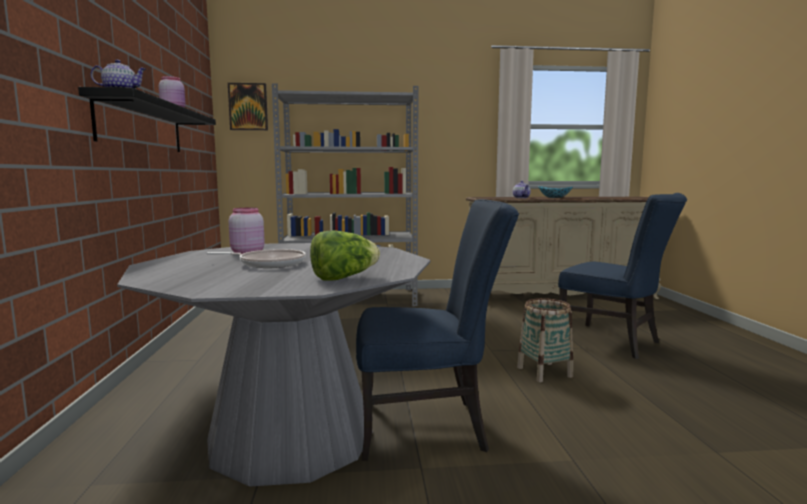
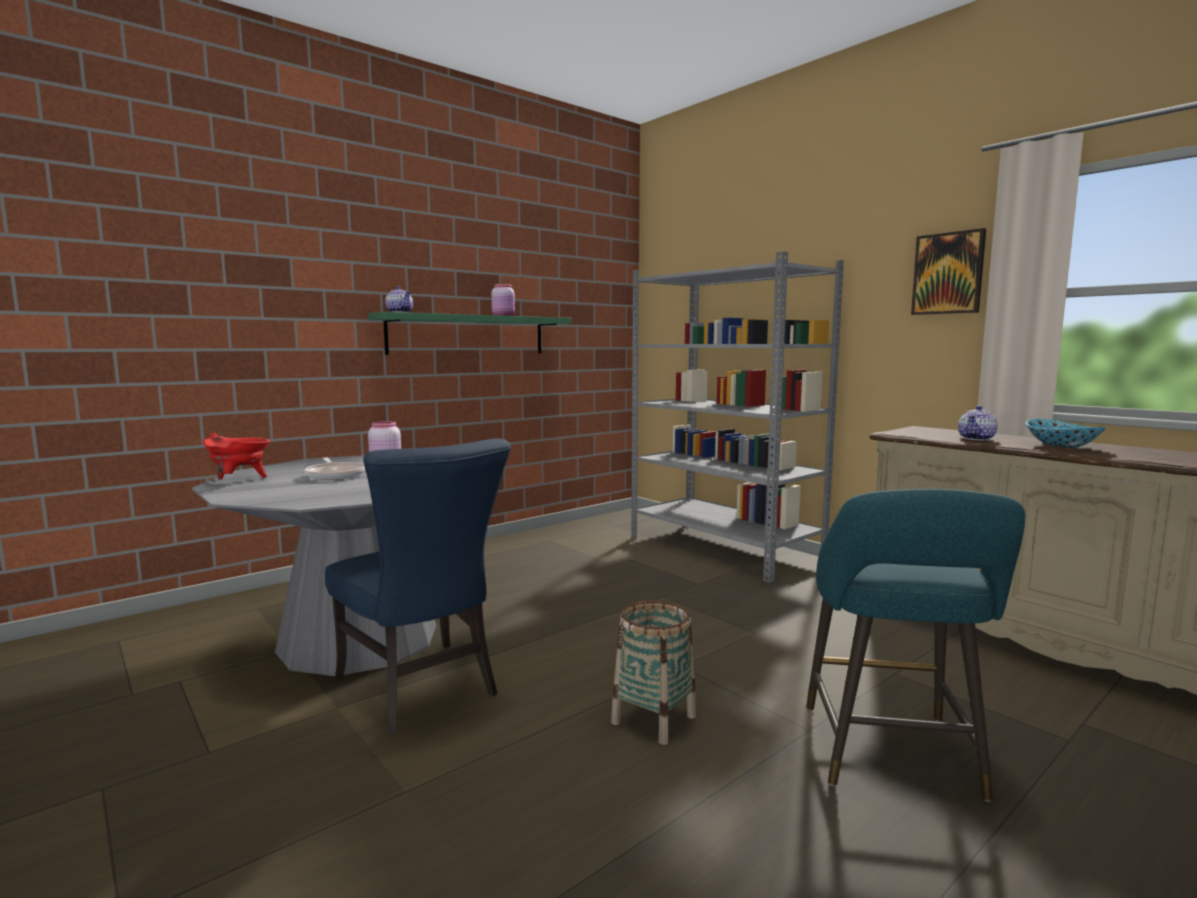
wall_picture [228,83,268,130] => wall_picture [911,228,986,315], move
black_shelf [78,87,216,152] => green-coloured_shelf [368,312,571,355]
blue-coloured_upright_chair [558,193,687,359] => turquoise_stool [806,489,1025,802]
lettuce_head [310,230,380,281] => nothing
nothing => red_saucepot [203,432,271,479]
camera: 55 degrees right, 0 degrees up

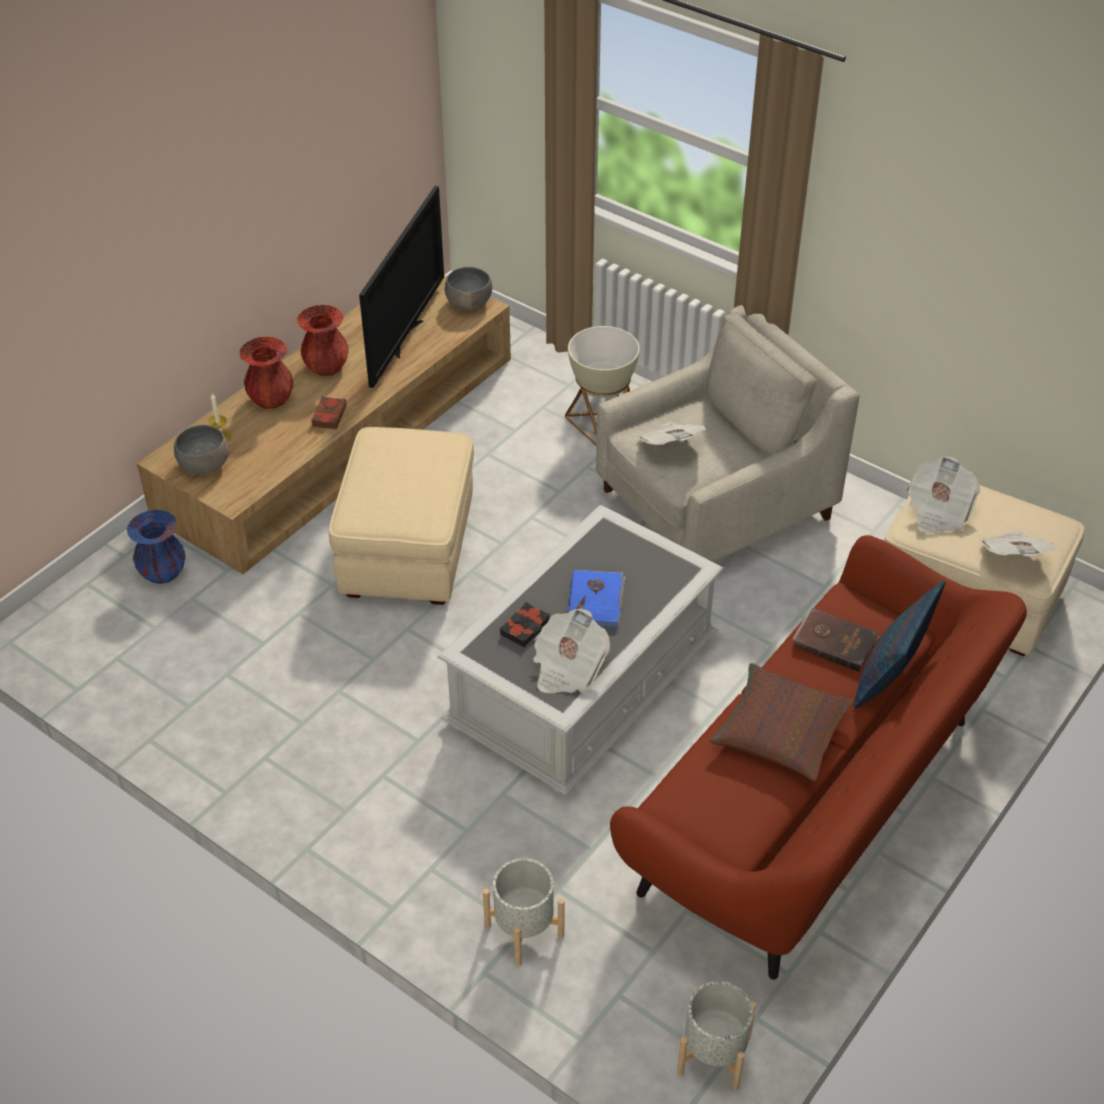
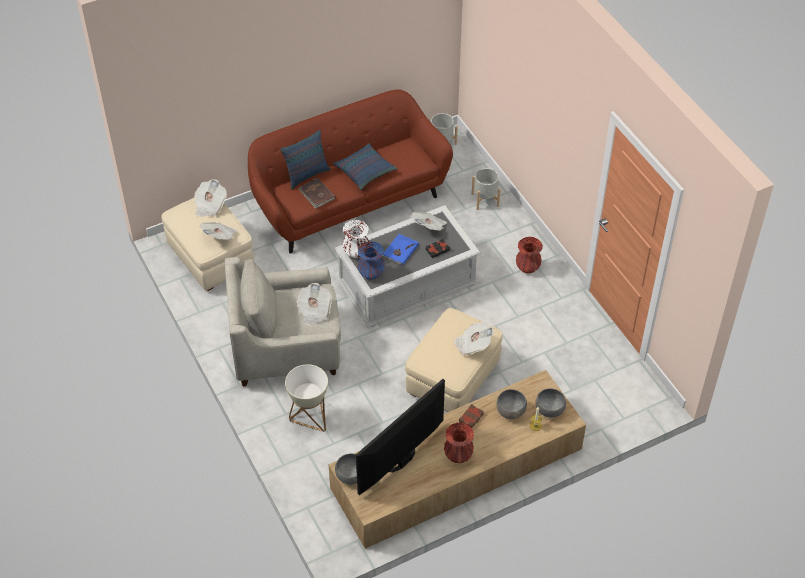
red_decorative_vase [240,336,293,409] => red_decorative_vase [516,237,543,273], move
blue-coloured_decorative_vase [127,510,186,584] => blue-coloured_decorative_vase [358,241,385,280], move
brown_throw_pillow [710,663,854,781] => blue-coloured_throw_pillow [333,143,398,190]
nothing => white-coloured_decorative_vase [343,220,369,258]
nothing => newspaper [454,322,494,356]
nothing => greyish_bowl [497,389,527,419]
camera: 155 degrees left, 5 degrees up

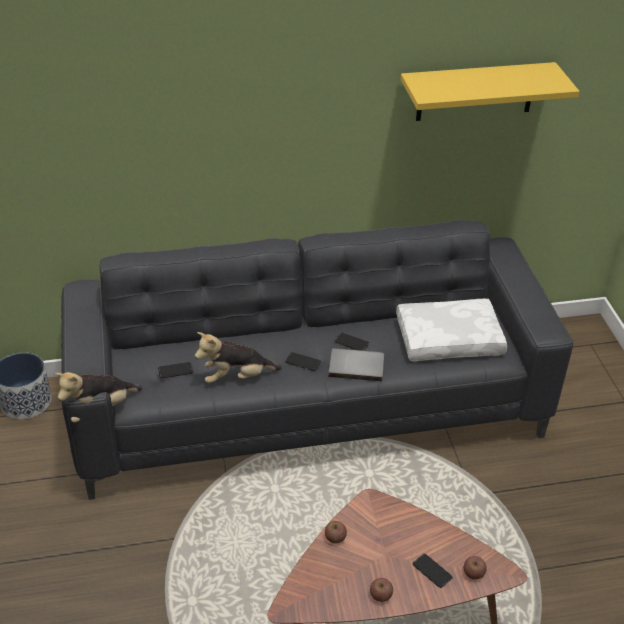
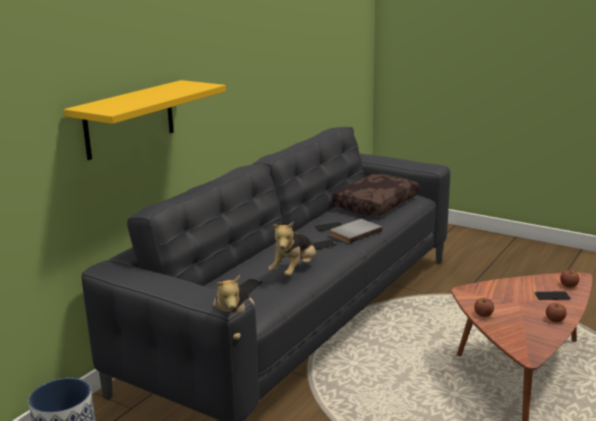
yellow-coloured_shelf [400,62,580,121] => yellow-coloured_shelf [64,80,226,160], move
white-coloured_throw_pillow [396,299,507,361] => brown_throw_pillow [332,174,419,216]
camera: 45 degrees left, 20 degrees down

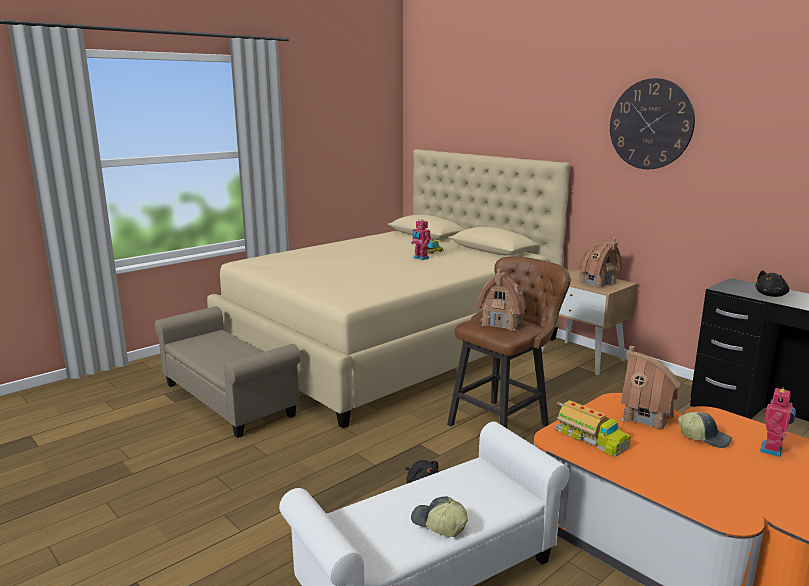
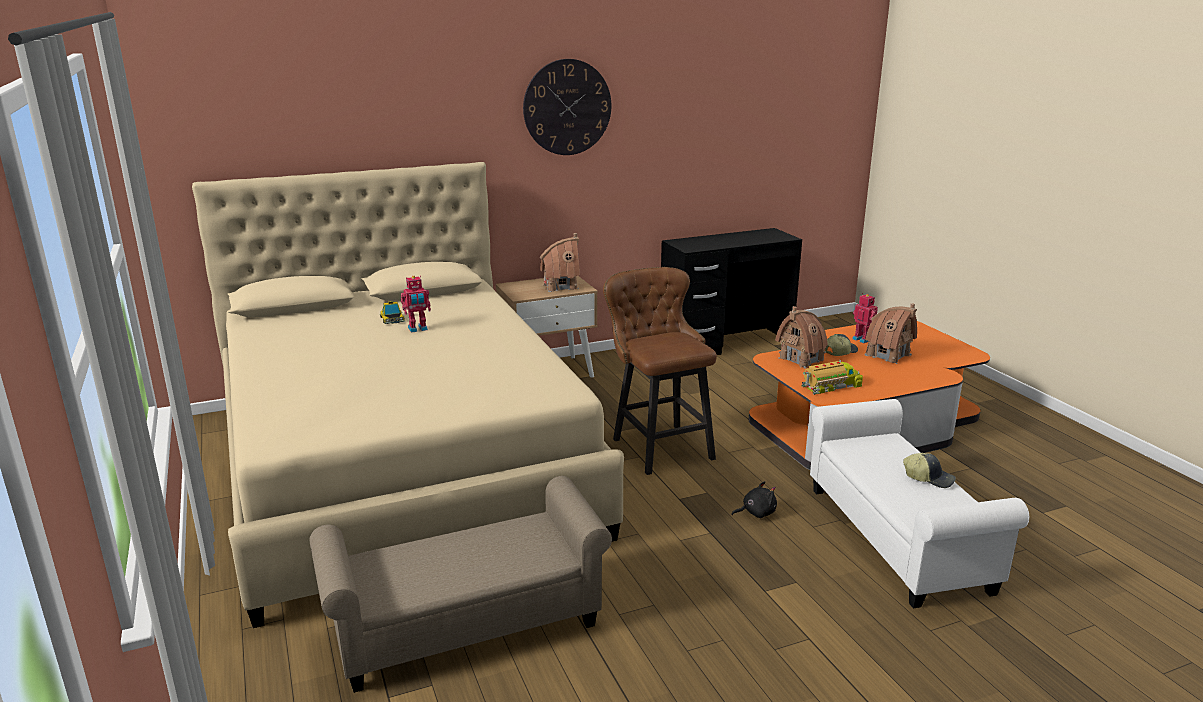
miniature_house [476,269,526,331] => miniature_house [864,304,917,364], move
black_plush_toy [755,270,789,297] => nothing
cap [411,497,468,537] => cap [903,453,956,488], 120 degrees counterclockwise
camera: 70 degrees left, 5 degrees up

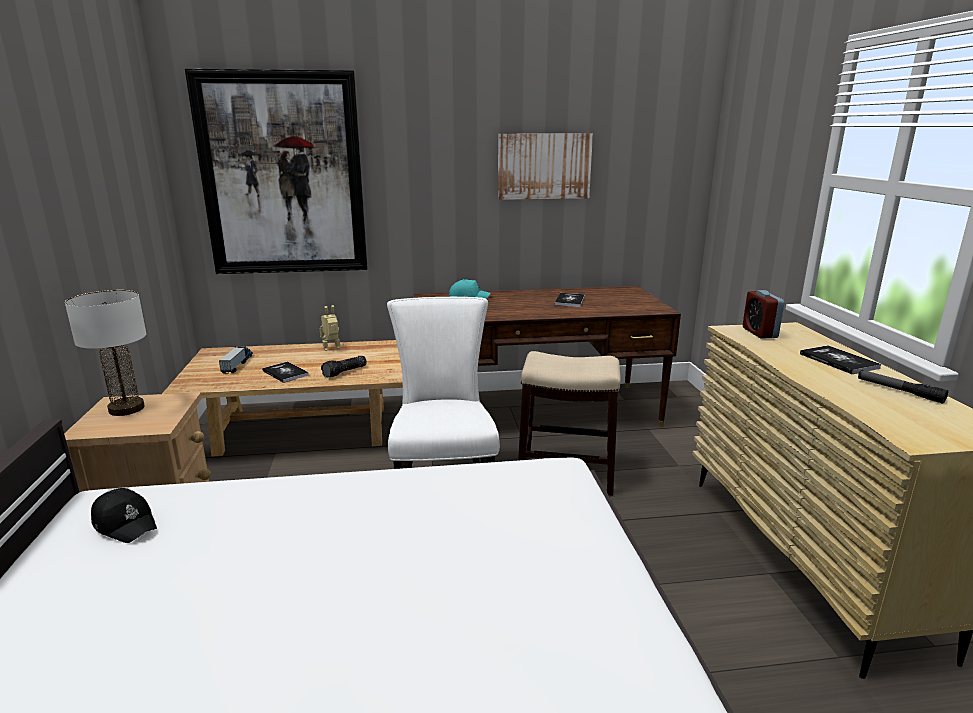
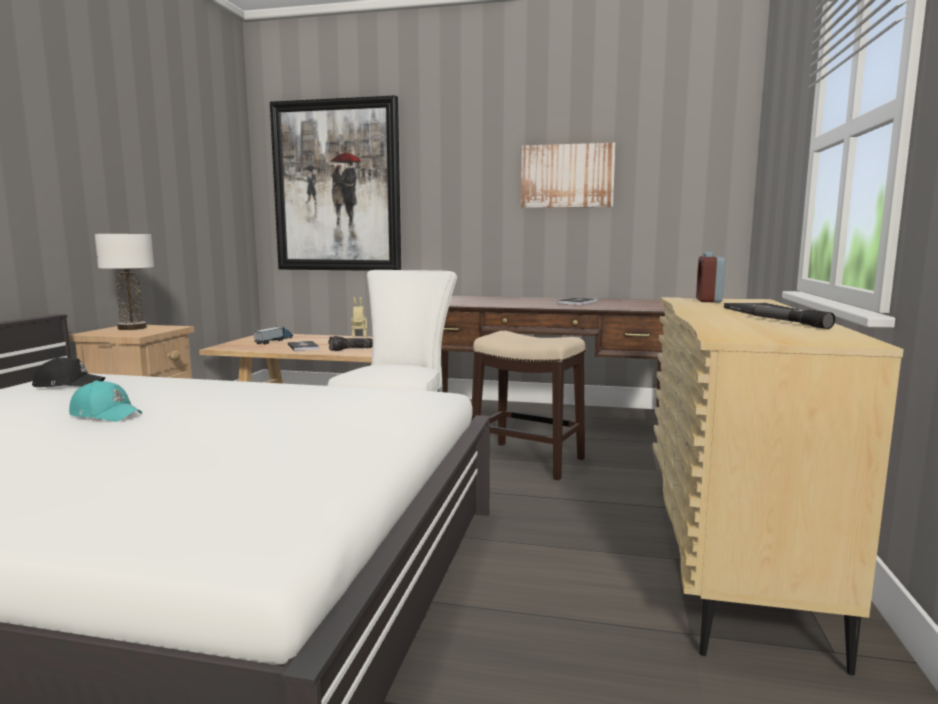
turquoise_cap [448,279,490,299] => turquoise_cap [69,380,142,422], move
black_cap [91,488,157,543] => black_cap [32,357,105,387], 60 degrees counterclockwise
camera: 20 degrees right, 10 degrees down

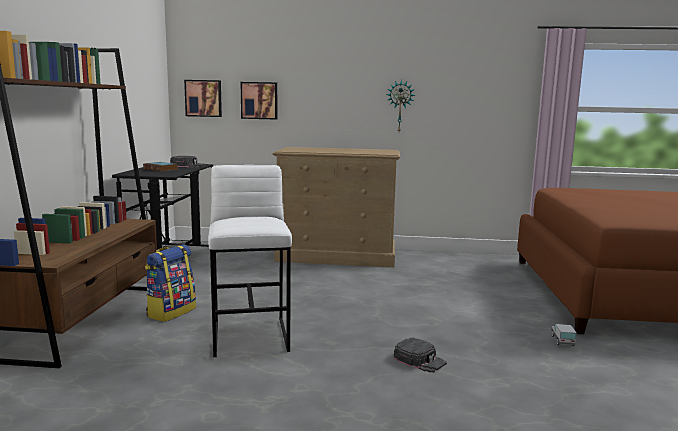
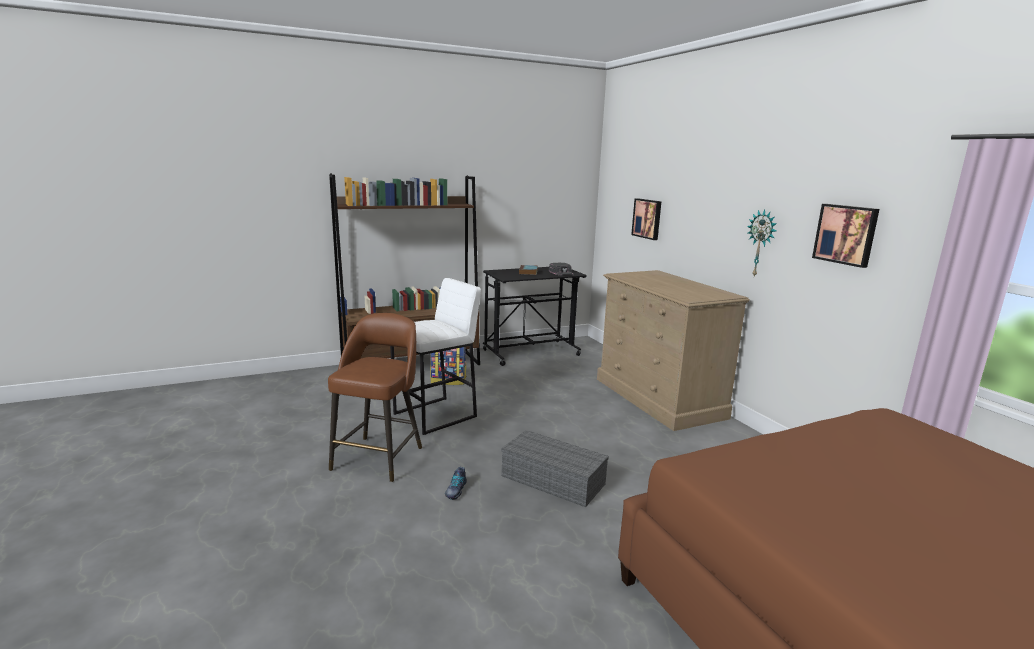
wall_picture [184,80,222,117] => wall_picture [812,204,879,268], move
toy_lorry [552,324,577,346] => nothing
black_cap [394,338,447,373] => item_of_footwear [445,467,467,500]
nothing => brown_stool [328,313,422,482]
nothing => greyish_storage_bin [501,430,609,507]
camera: 60 degrees right, 5 degrees up

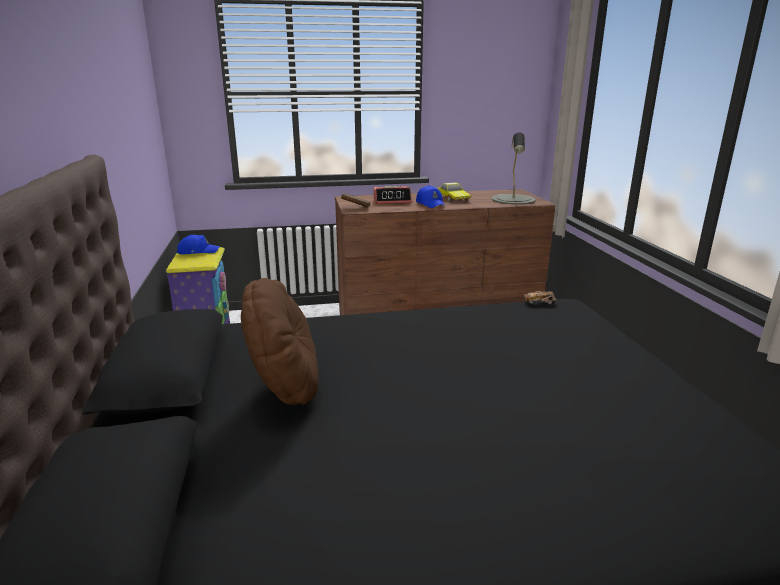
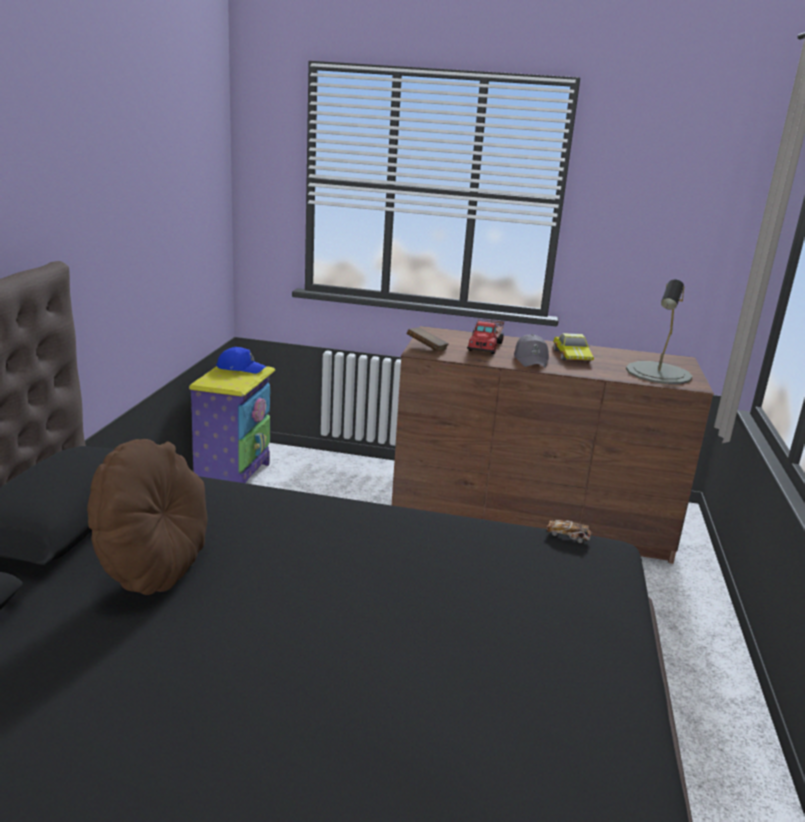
blue-coloured_cap [416,185,445,208] => greyish_cap [514,334,549,368]
bedside_clock [373,186,412,204] => toy_lorry [467,319,504,354]
camera: 20 degrees right, 0 degrees up

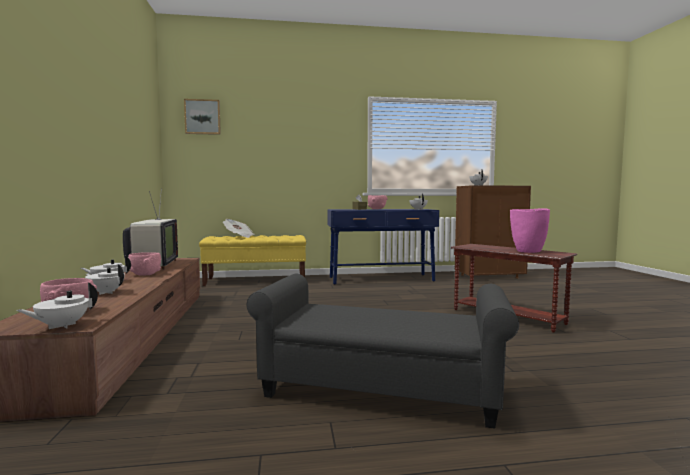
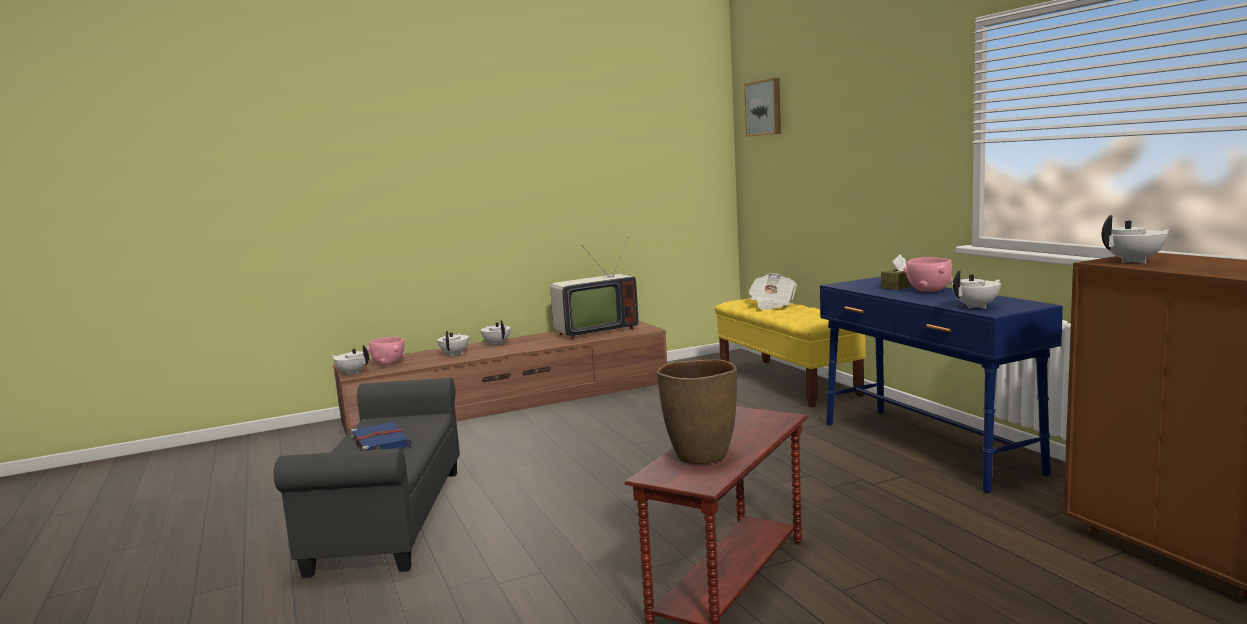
pink_decorative_vase [510,208,550,253] => brown_decorative_vase [657,359,737,465]
pink_bowl [128,252,161,276] => nothing
nothing => blue-coloured_bound_book [351,422,411,451]
camera: 75 degrees right, 5 degrees up

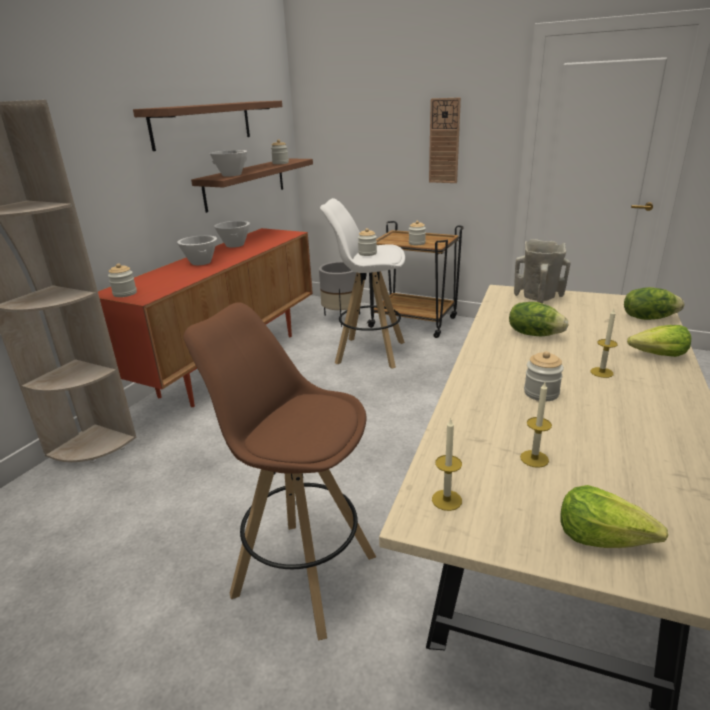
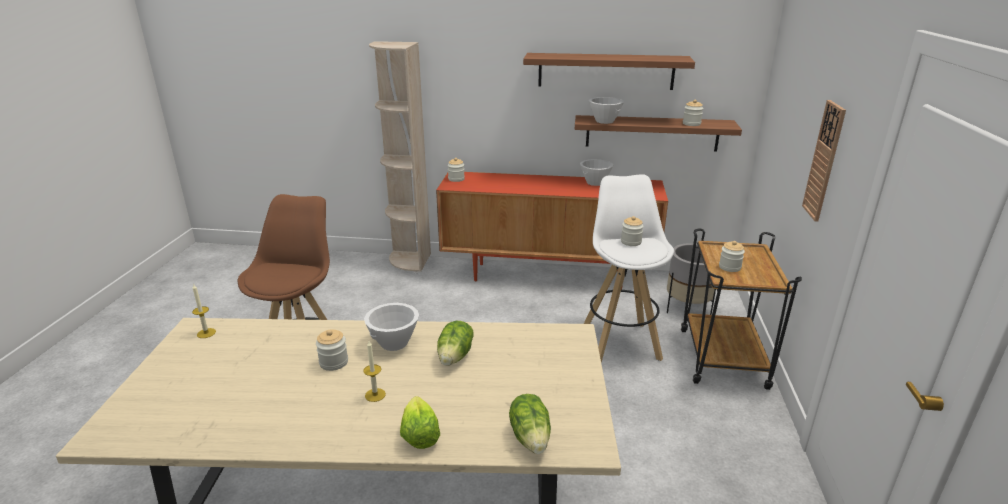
white-coloured_bowl [177,235,217,265] => white-coloured_bowl [364,303,419,351], move
sand-coloured_decorative_vase [514,239,571,304] => nothing
wax_candle [520,383,552,468] => nothing
lettuce_head [560,485,668,548] => nothing
camera: 70 degrees right, 0 degrees up

